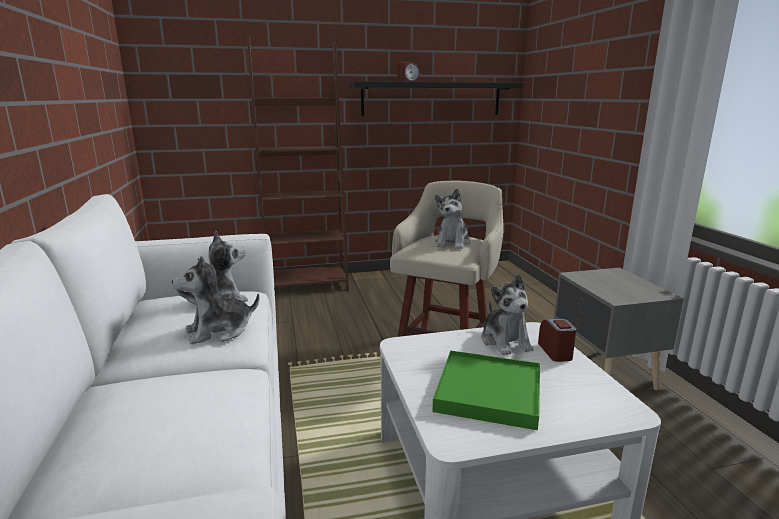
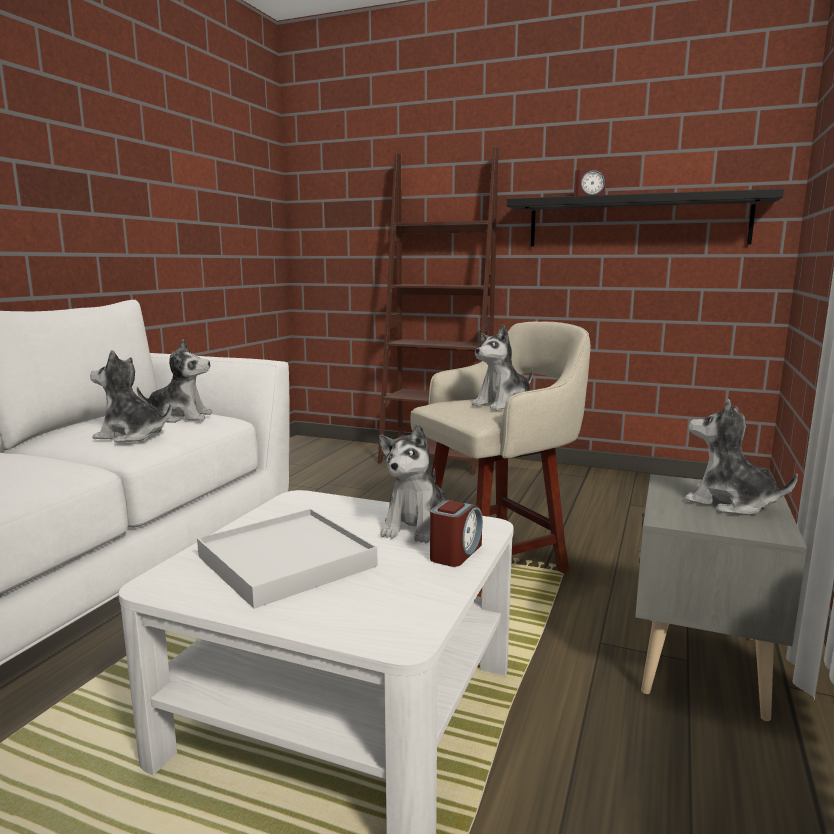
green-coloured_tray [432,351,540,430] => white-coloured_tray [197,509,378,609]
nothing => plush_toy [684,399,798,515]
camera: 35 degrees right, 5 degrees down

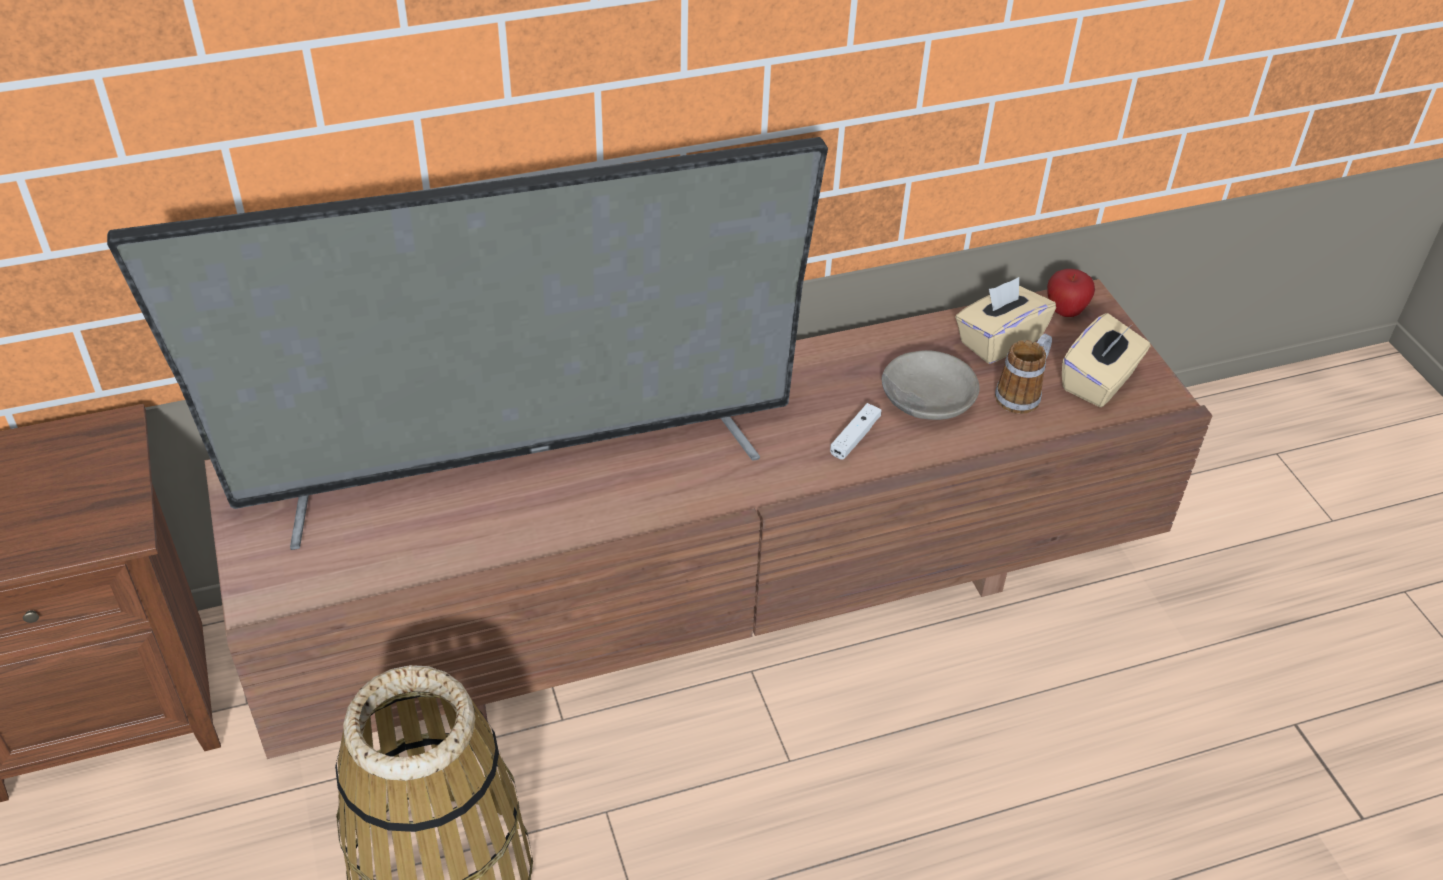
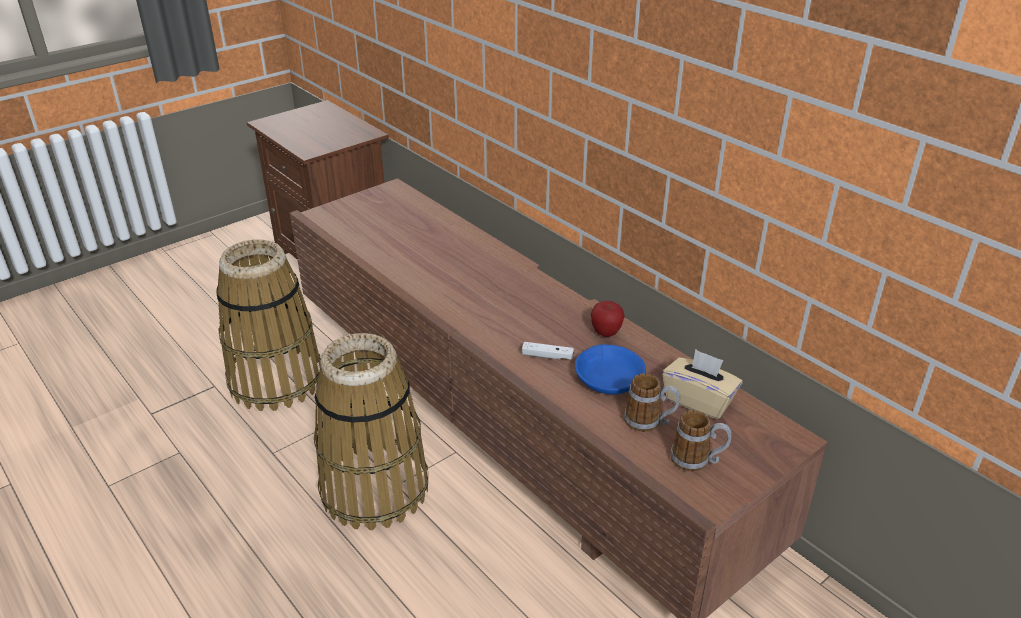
TV_set [107,137,828,550] => nothing
whole_apple [1047,269,1095,317] => whole_apple [591,301,625,337], move
sand-coloured_tissue_box [1062,313,1151,407] => tea_mug [671,410,732,472]
greyish_bowl [882,350,980,420] => blue-coloured_bowl [575,344,646,394]
nothing => household_basket [314,333,428,530]
camera: 70 degrees right, 10 degrees down

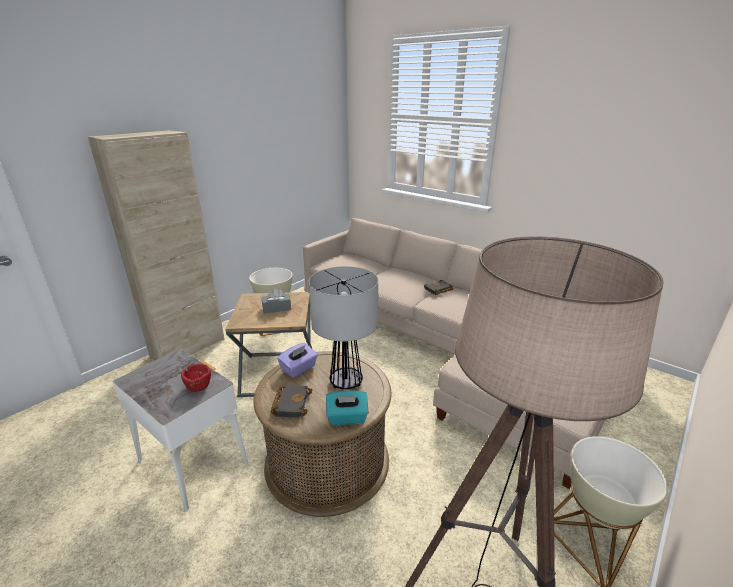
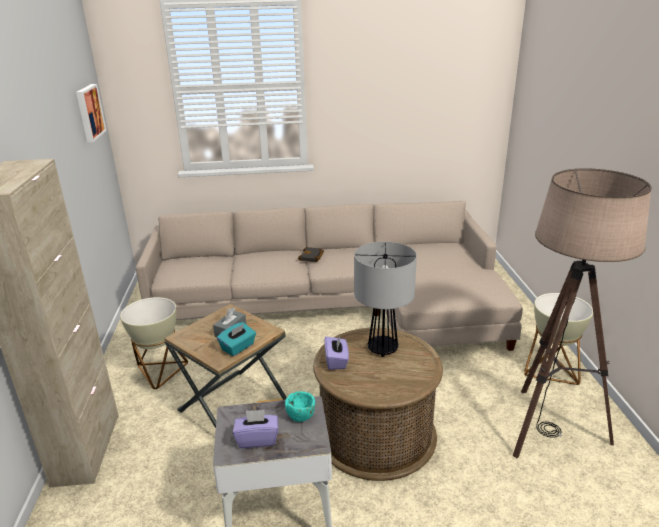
red_bowl [181,364,211,392] => turquoise_bowl [285,391,315,422]
black_bound_book [271,385,312,417] => nothing
turquoise_tissue_box [326,391,369,425] => turquoise_tissue_box [217,322,256,356], move
nothing => wall_picture [76,84,107,142]
nothing => purple_tissue_box [233,410,278,448]
camera: 45 degrees left, 0 degrees up

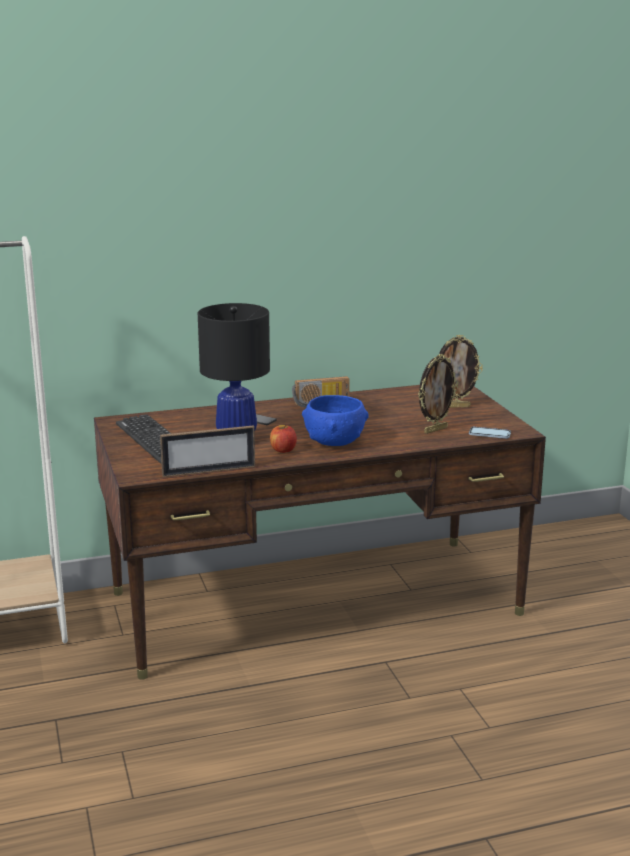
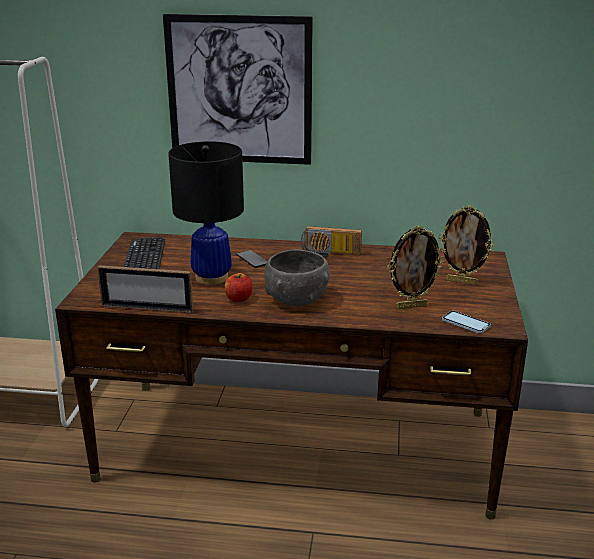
blue-coloured_bowl [302,395,369,446] => greyish_bowl [264,249,330,306]
nothing => wall_picture [163,14,313,165]
camera: 25 degrees right, 5 degrees up

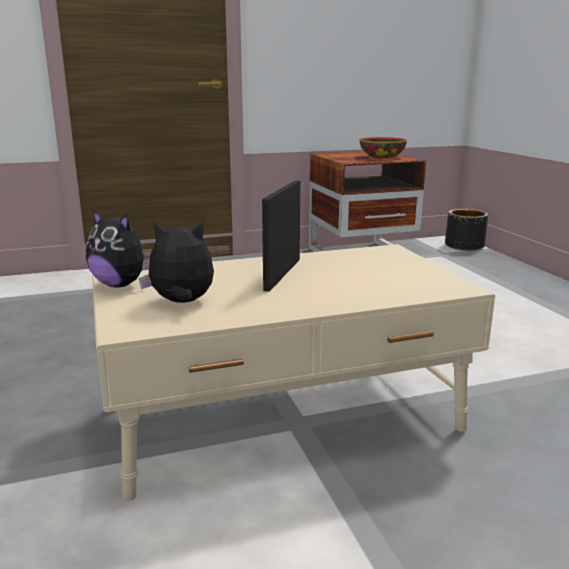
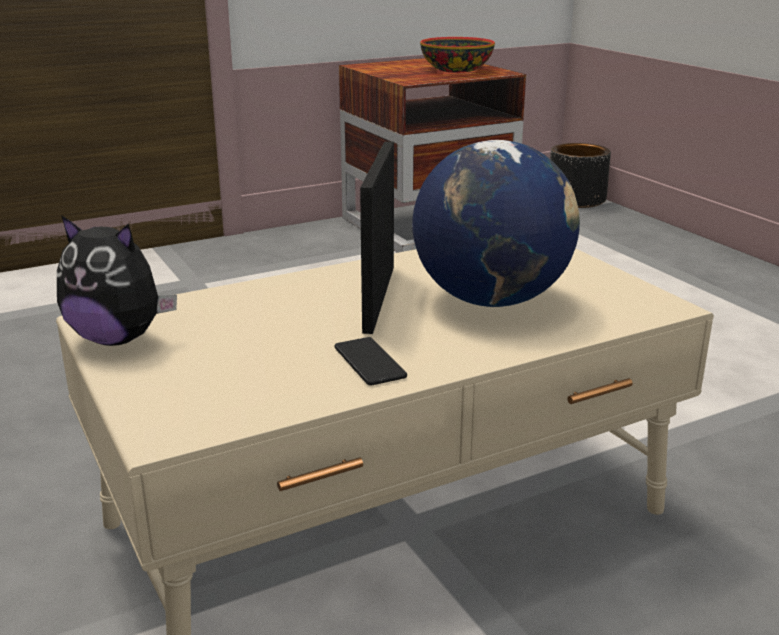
plush_toy [139,221,214,303] => nothing
nothing => globe [412,140,580,307]
nothing => handset [334,337,407,386]
camera: 10 degrees left, 5 degrees up

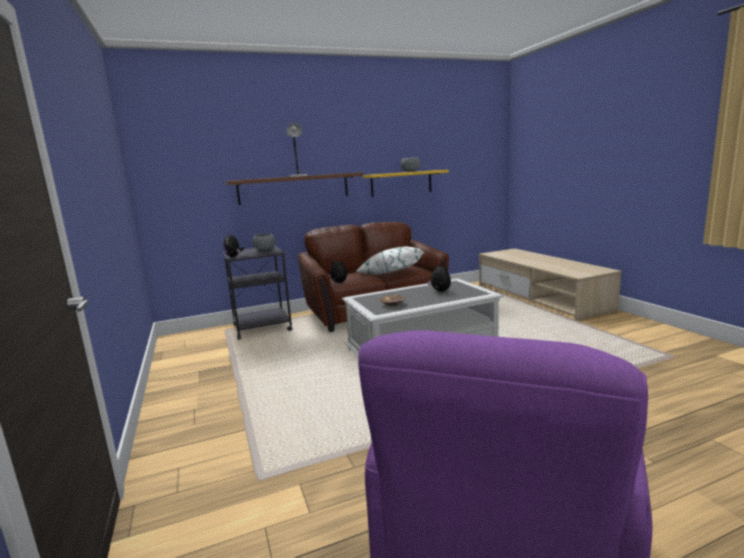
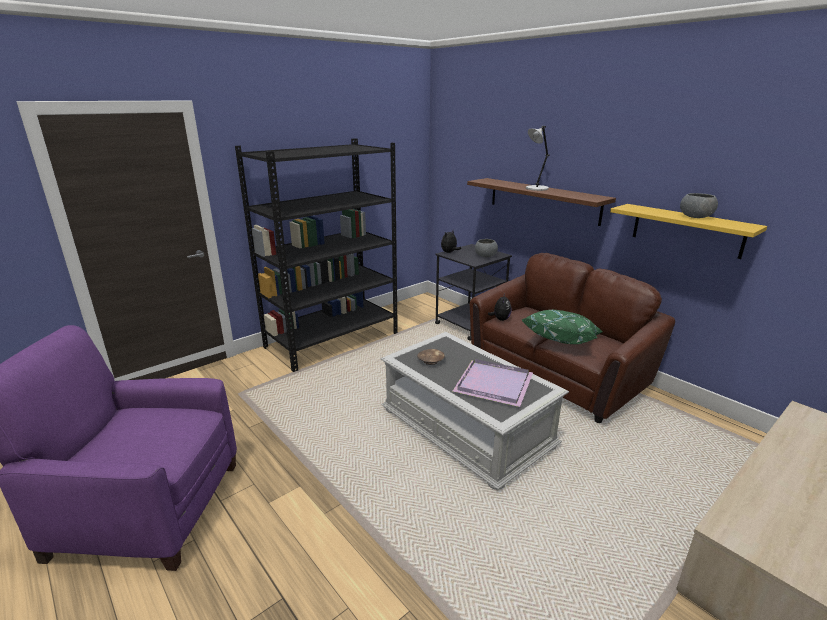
white-coloured_throw_pillow [357,247,424,274] => green-coloured_throw_pillow [522,310,603,344]
plush_toy [427,265,451,291] => purple_tray [453,359,533,407]
nothing => black_shelving_unit [235,139,398,372]
camera: 70 degrees right, 10 degrees up

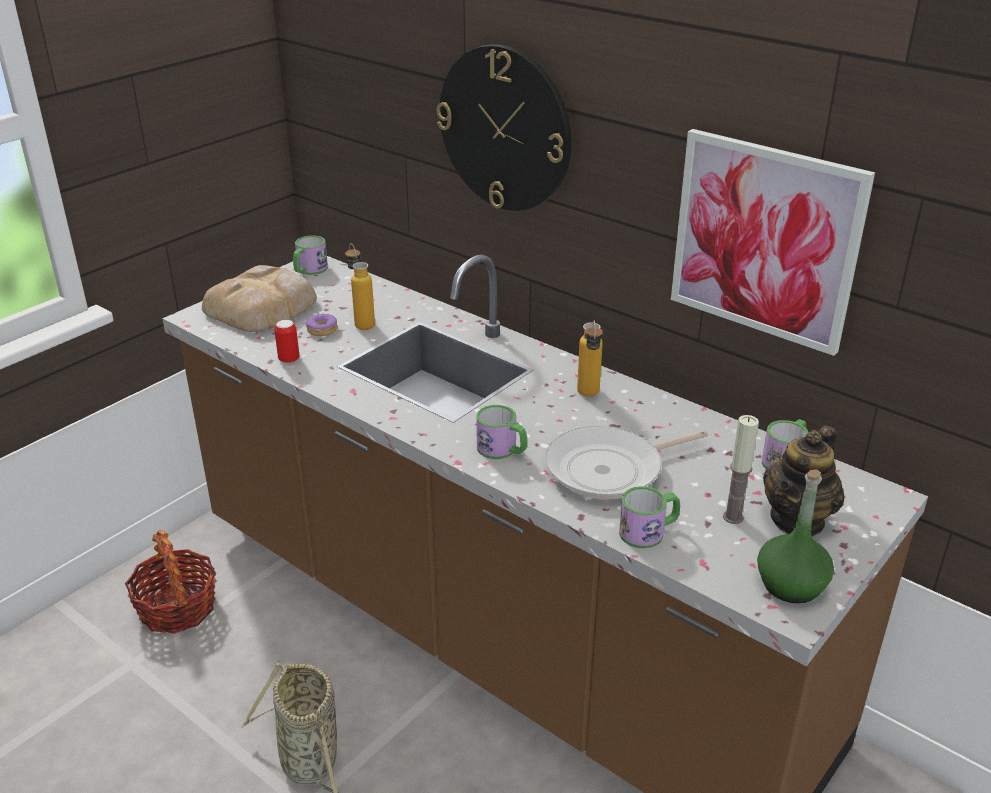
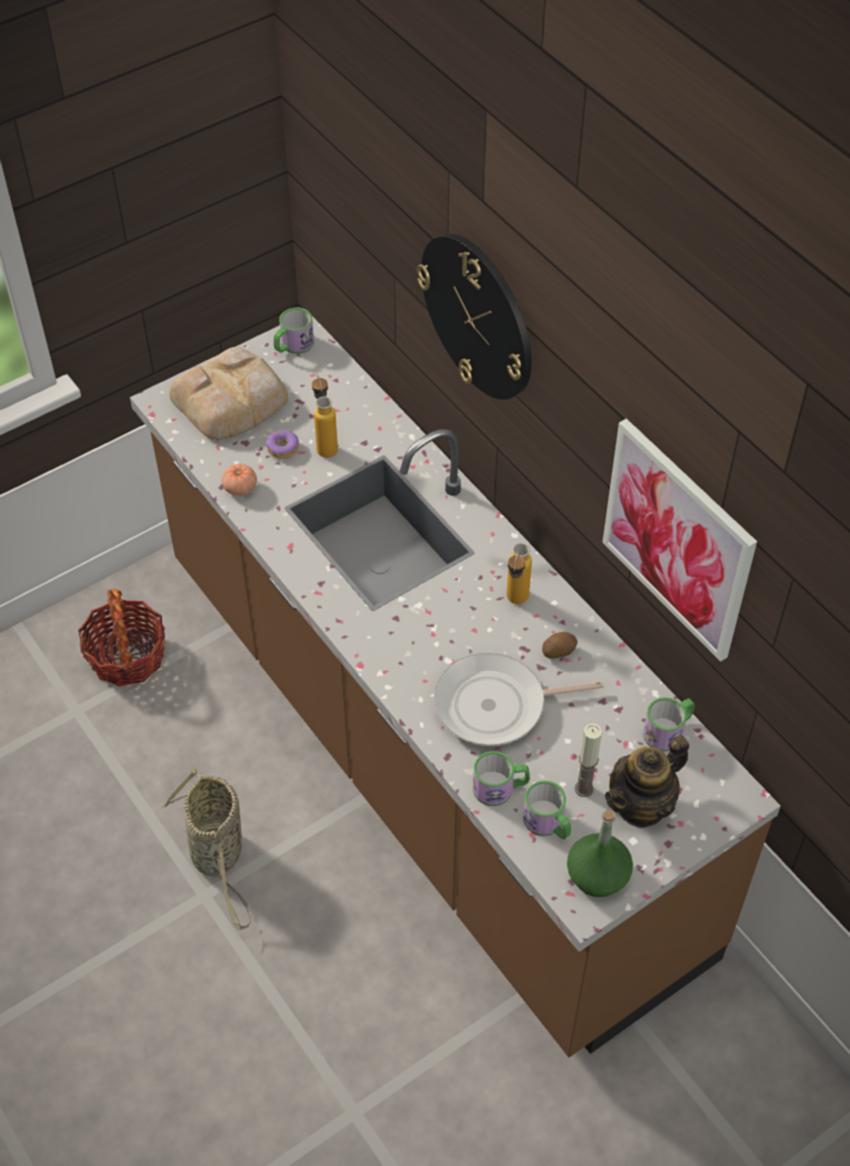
sealed_can [274,320,299,363] => tomato [221,464,257,496]
tea_mug [476,405,527,459] => tea_mug [523,781,571,839], move
nothing => spud [542,632,577,658]
camera: 15 degrees right, 20 degrees up

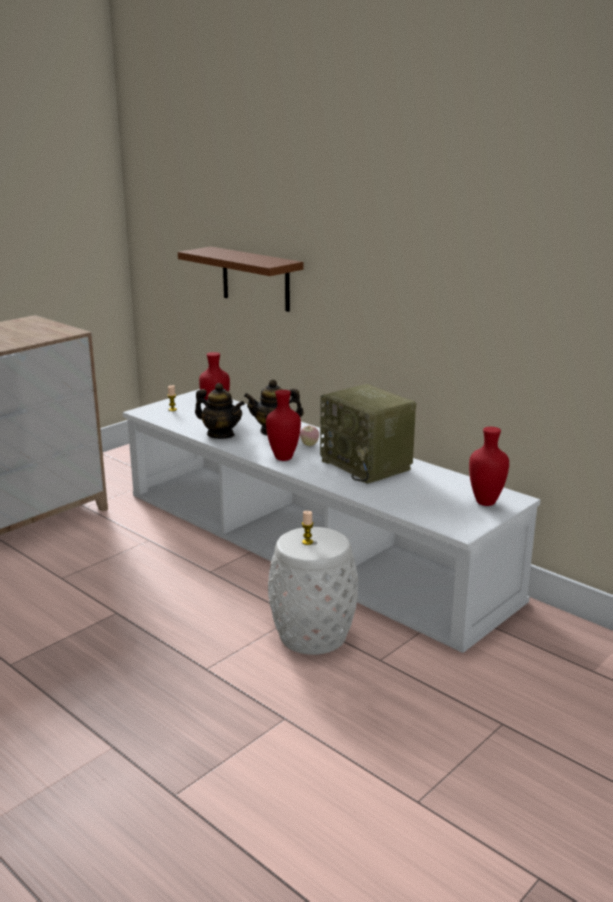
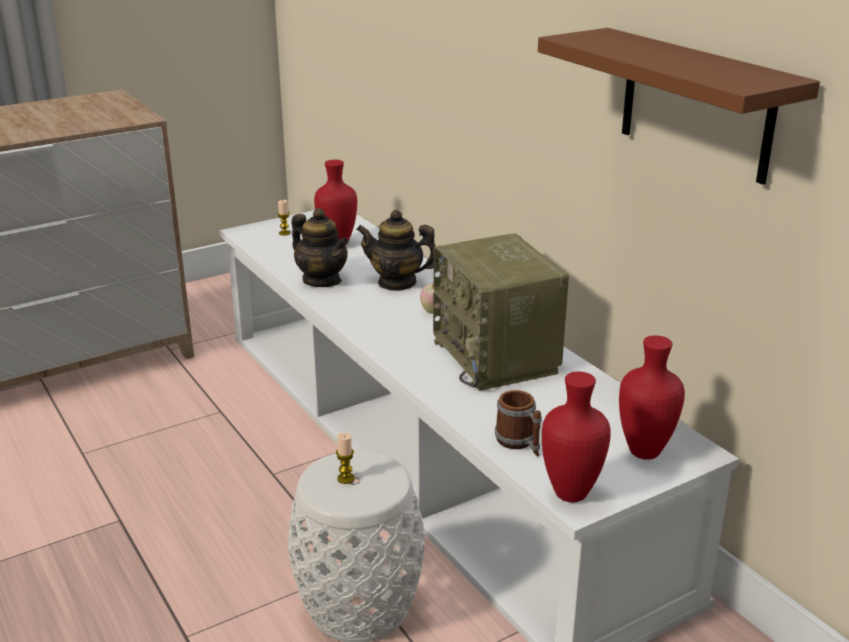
brown_shelf [178,247,304,312] => brown_shelf [538,28,820,185], move
red_decorative_vase [266,390,301,461] => red_decorative_vase [542,371,611,502], move
nothing => tea_mug [495,390,542,457]
camera: 15 degrees right, 5 degrees up

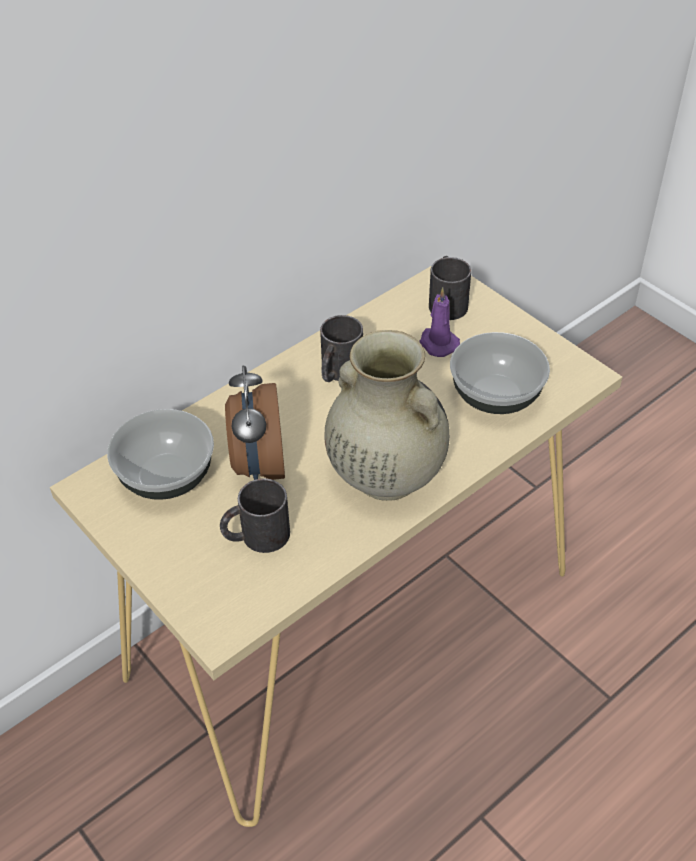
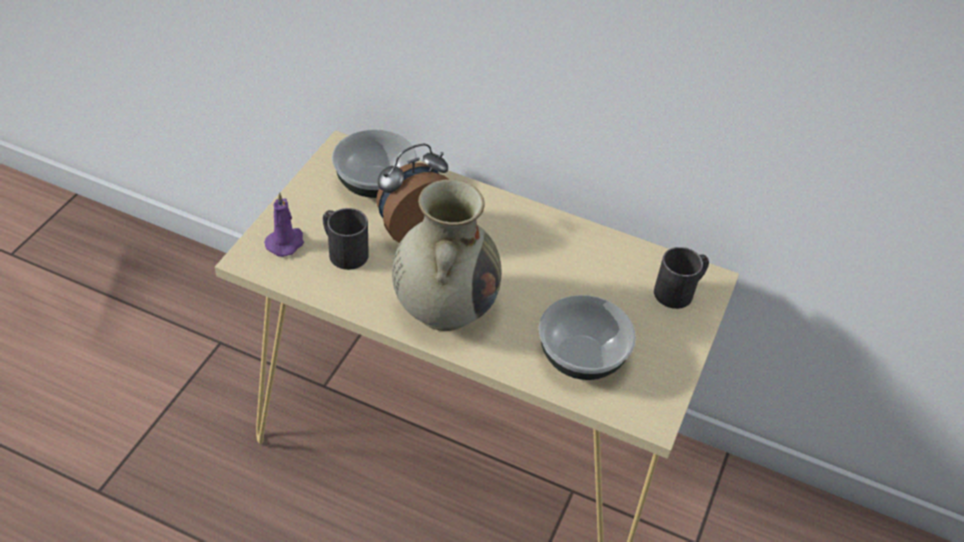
purple_wax_candle [420,287,460,357] => purple_wax_candle [264,192,304,257], move
black_tea_mug [320,315,363,382] => nothing
camera: 60 degrees right, 0 degrees up

